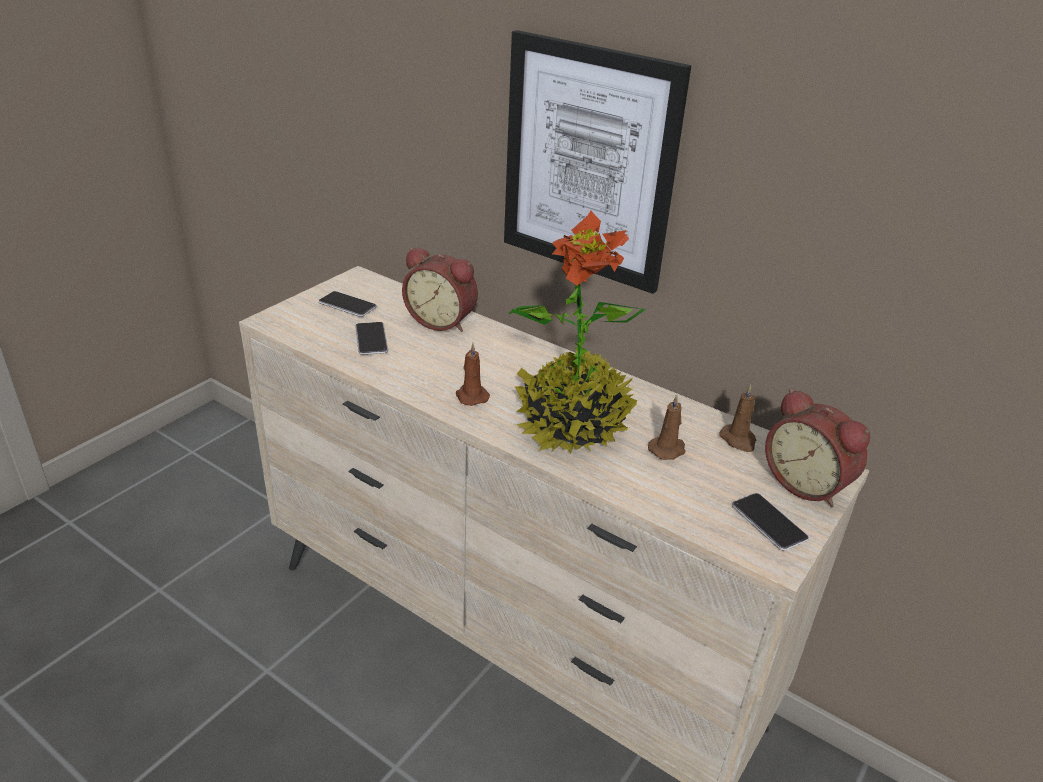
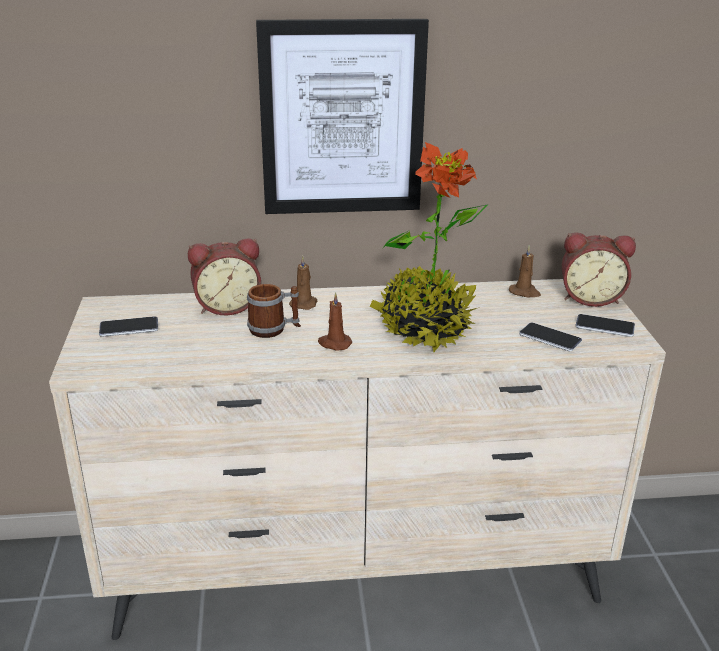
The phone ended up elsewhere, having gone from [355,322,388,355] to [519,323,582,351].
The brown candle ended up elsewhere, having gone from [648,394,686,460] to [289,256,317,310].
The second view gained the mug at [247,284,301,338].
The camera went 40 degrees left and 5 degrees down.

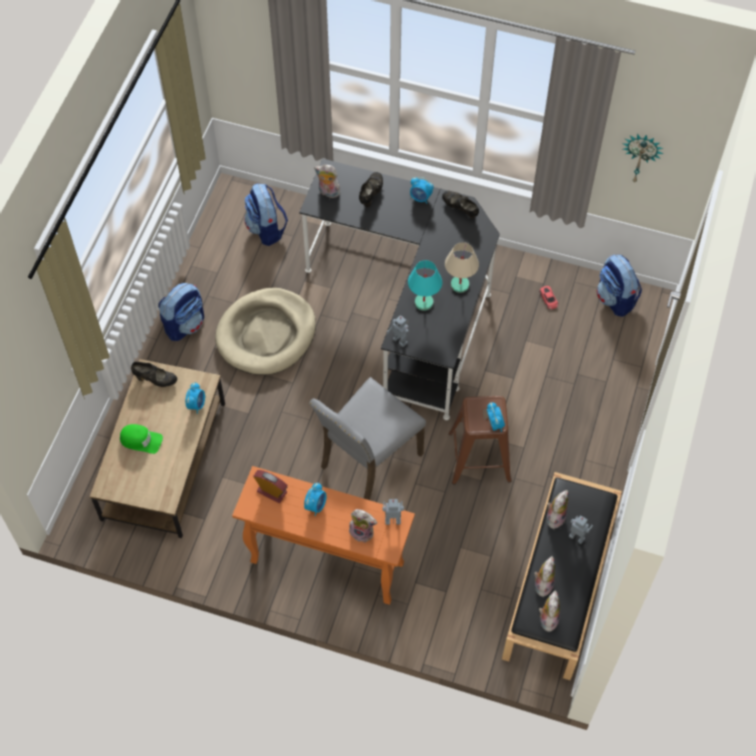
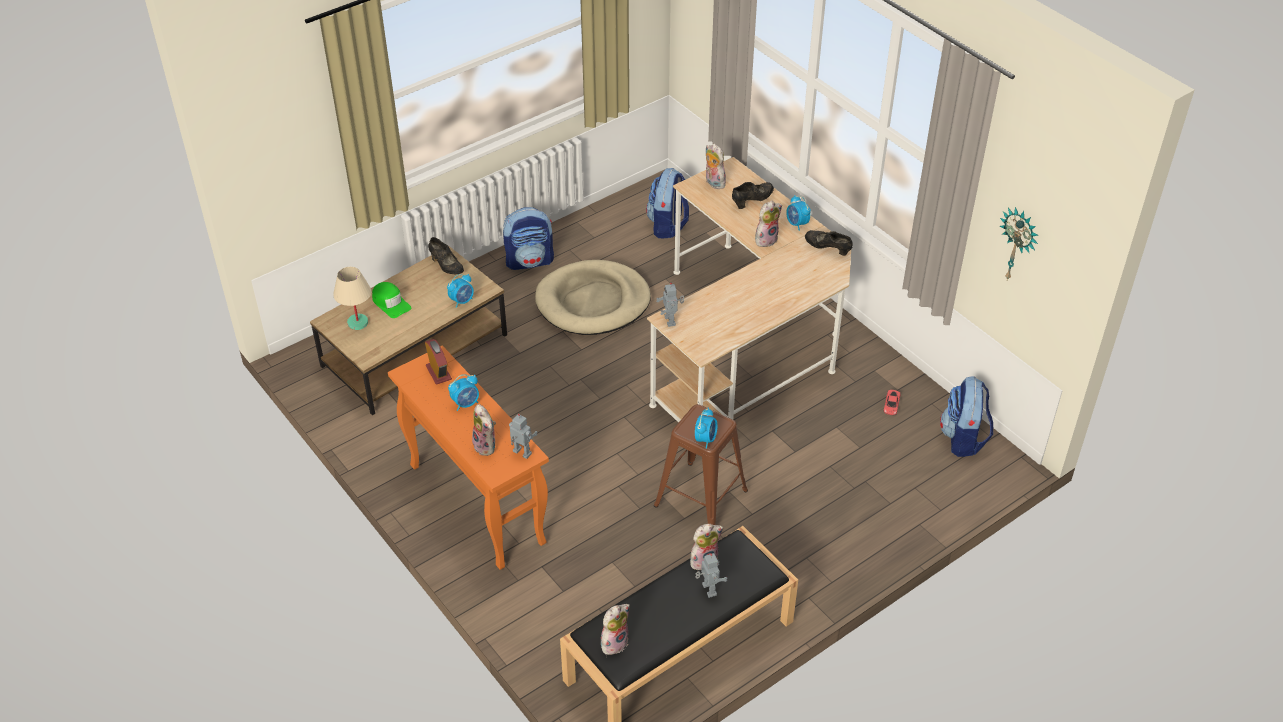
What was the black desk at [299,158,500,420] turned into the beige desk at [647,157,851,423].
The black shoe at [442,191,479,218] ended up facing another way, 45 degrees counterclockwise from before.
The beige table lamp ended up elsewhere, having gone from [445,242,479,293] to [333,267,371,330].
The second view lost the turquoise table lamp at [408,260,442,311].
The second view lost the grey chair at [309,377,426,500].
The plush toy ended up elsewhere, having gone from [534,556,555,597] to [755,201,782,247].
The camera went 35 degrees right and 15 degrees down.

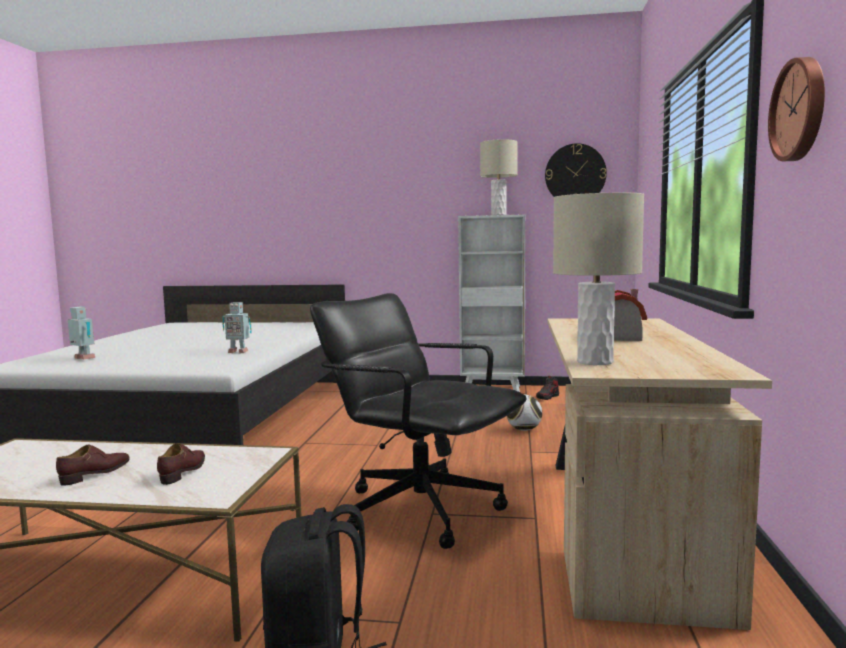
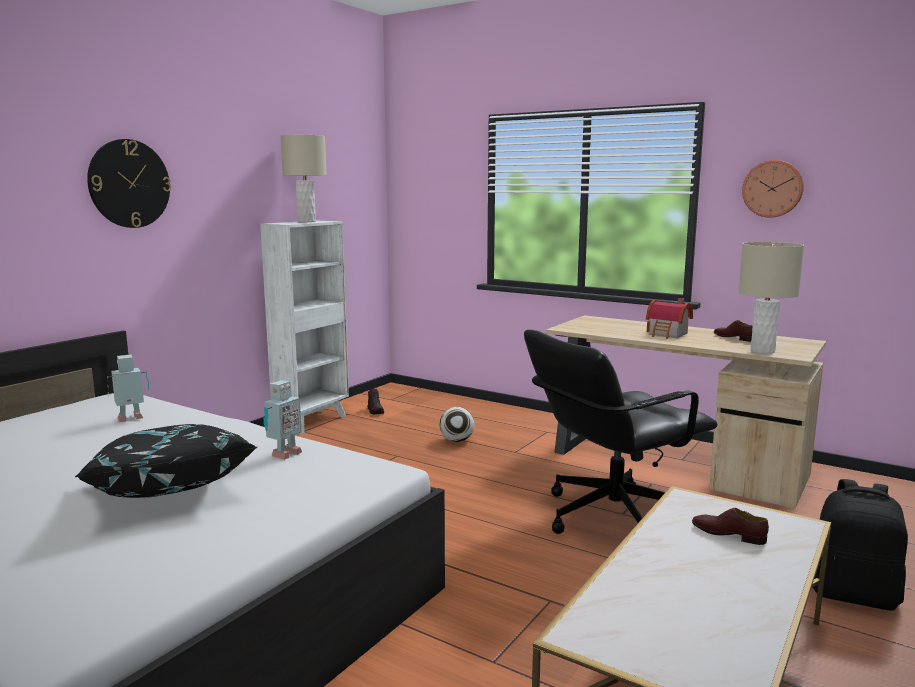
The wall clock ended up elsewhere, having gone from [545,143,607,197] to [87,139,171,228].
The toy robot ended up elsewhere, having gone from [68,306,95,359] to [107,355,149,422].
The brown shoe ended up elsewhere, having gone from [56,445,130,486] to [714,320,753,342].
The second view gained the black pillow at [75,424,257,498].
The camera went 65 degrees left and 5 degrees up.

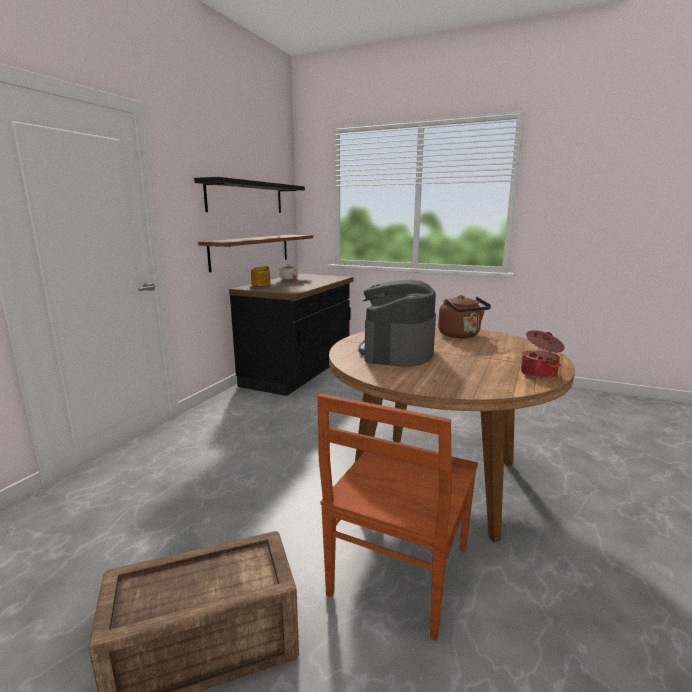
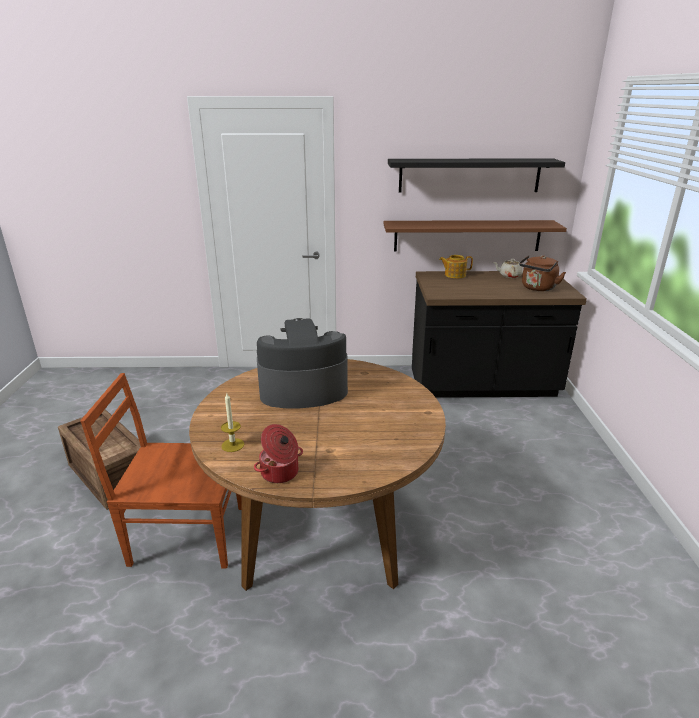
The brown kettle ended up elsewhere, having gone from [438,295,491,338] to [519,255,566,291].
The second view gained the candle at [221,393,244,452].
The camera went 65 degrees right and 10 degrees up.

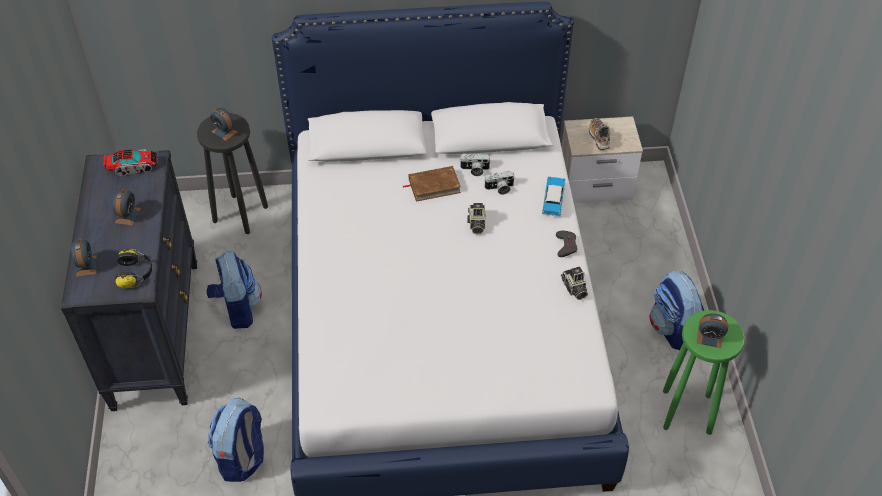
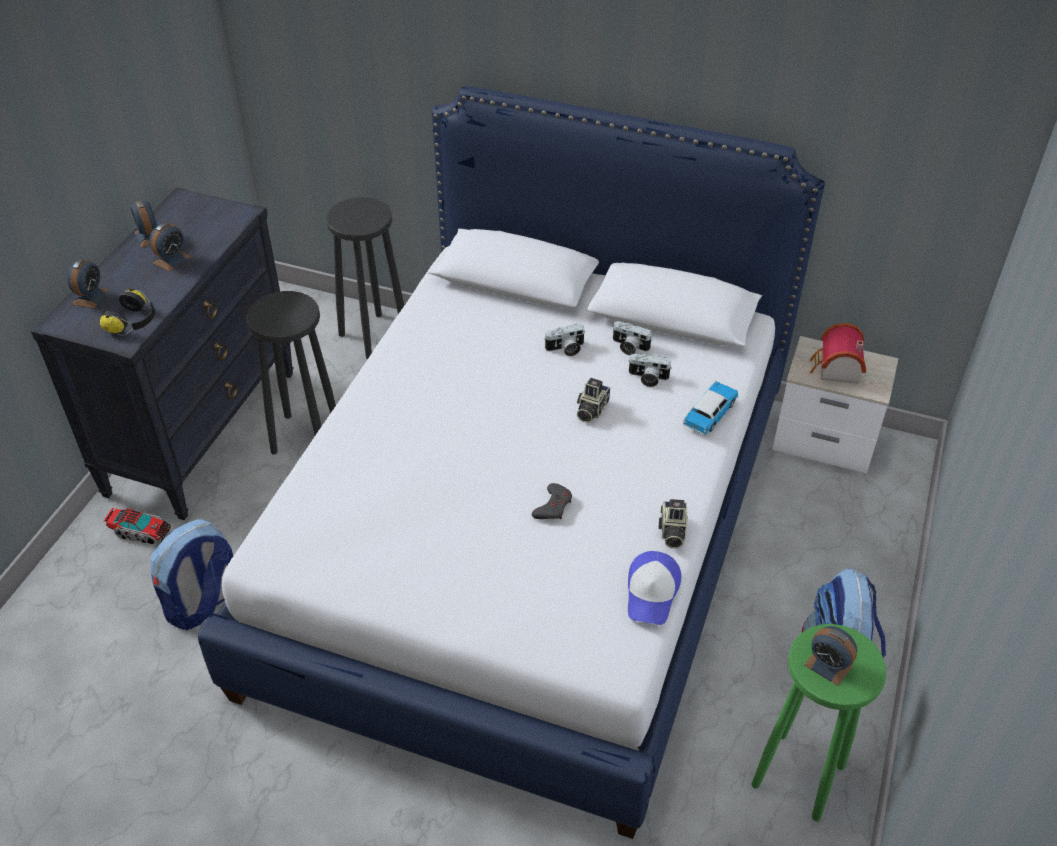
The alarm clock ended up elsewhere, having gone from [210,108,237,141] to [131,199,157,248].
Where the shoe stood at [589,118,610,151], the toy house came to stand at [810,323,866,384].
The toy truck ended up elsewhere, having gone from [103,148,158,176] to [104,508,171,544].
Where the brown book stood at [403,166,461,202], the photo camera came to stand at [545,324,585,356].
The grey game controller ended up elsewhere, having gone from [556,231,578,257] to [532,483,572,519].
Where the backpack stood at [206,251,262,329], the black stool came to stand at [246,291,336,454].
The second view gained the cap at [628,551,681,625].
The camera went 25 degrees right and 5 degrees down.

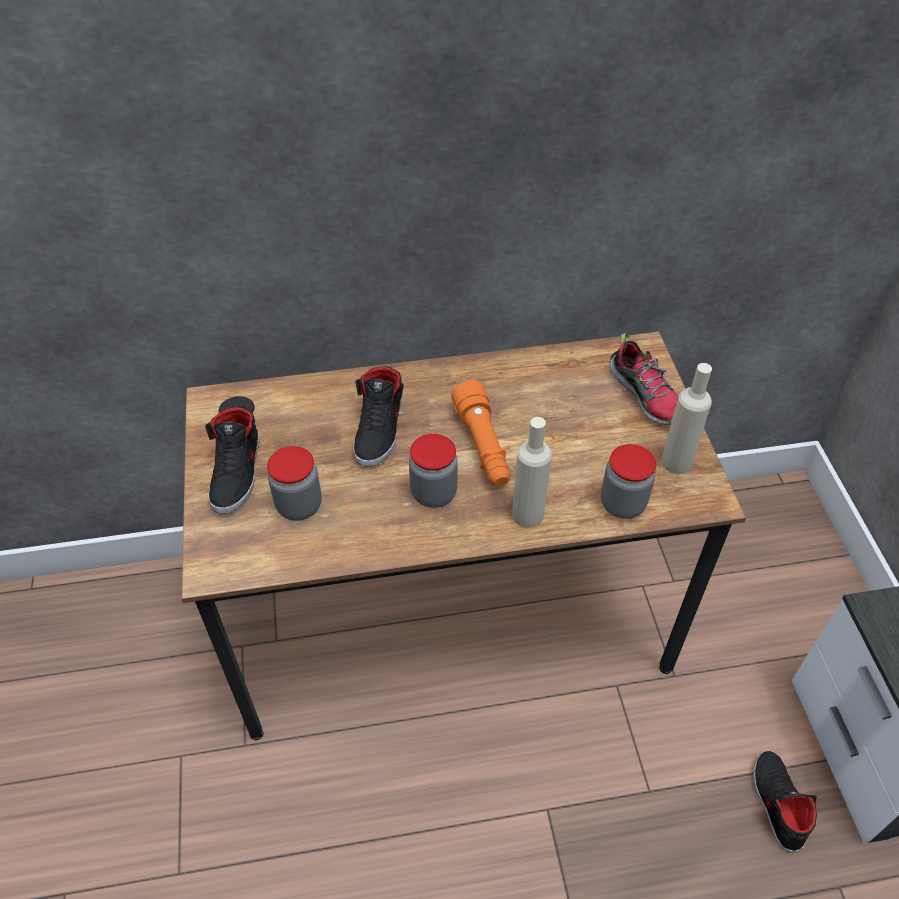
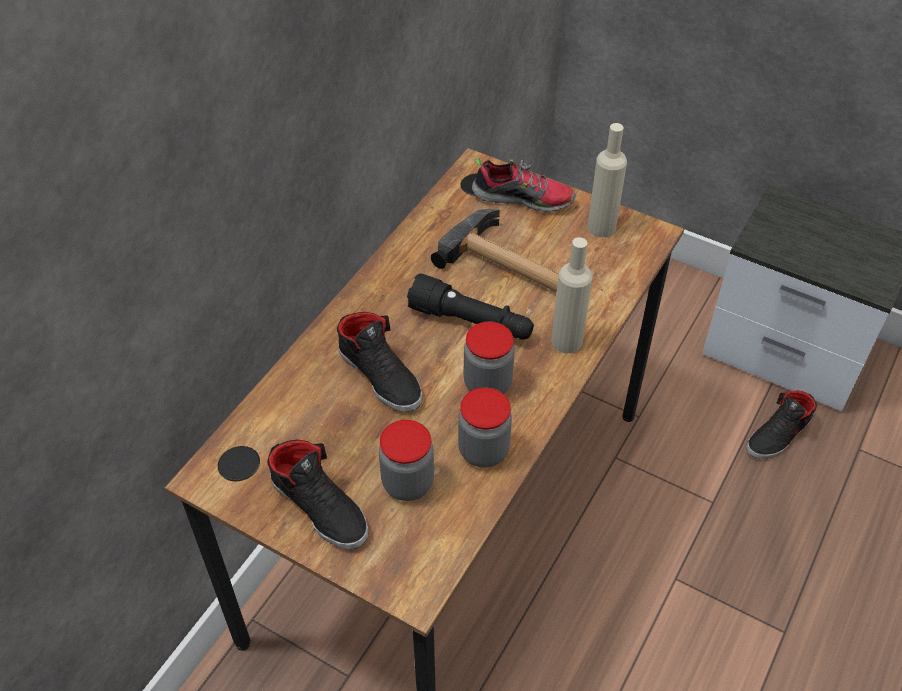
What was the orange flashlight at [451,380,510,487] turned into the black flashlight at [407,274,534,340].
The jar ended up elsewhere, having gone from [601,444,656,519] to [458,388,512,467].
The black shoe at [753,751,817,853] ended up facing another way, 75 degrees counterclockwise from before.
The second view gained the hammer at [431,209,559,292].
The camera went 50 degrees left and 0 degrees up.

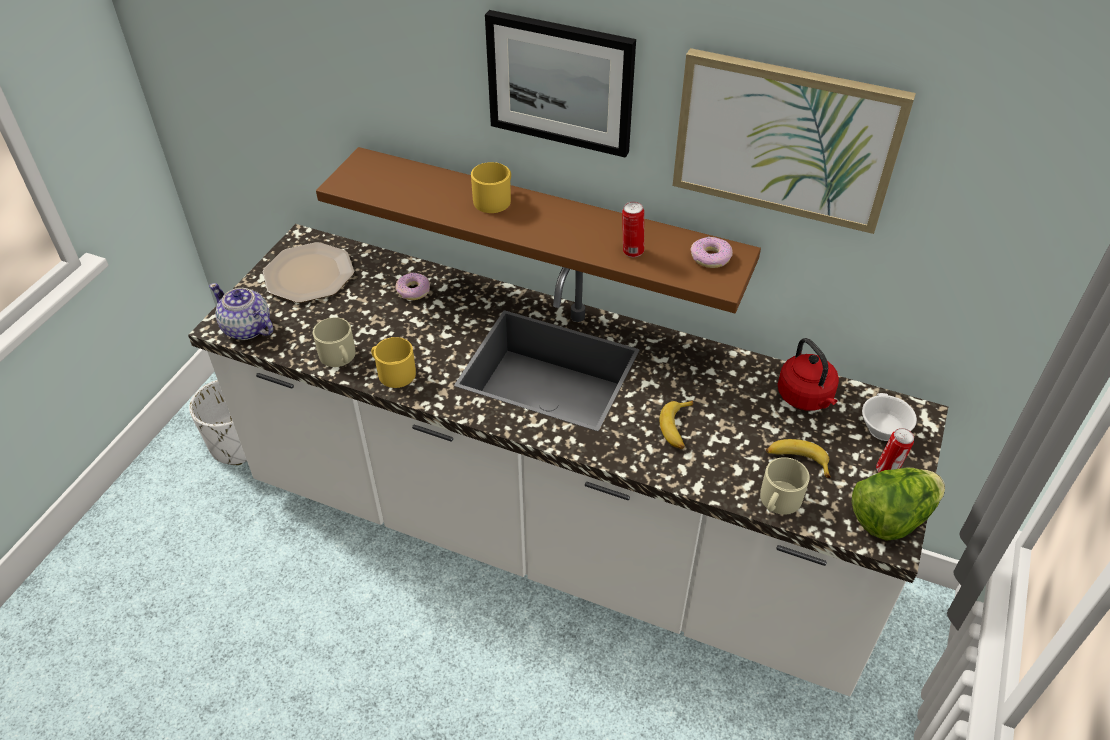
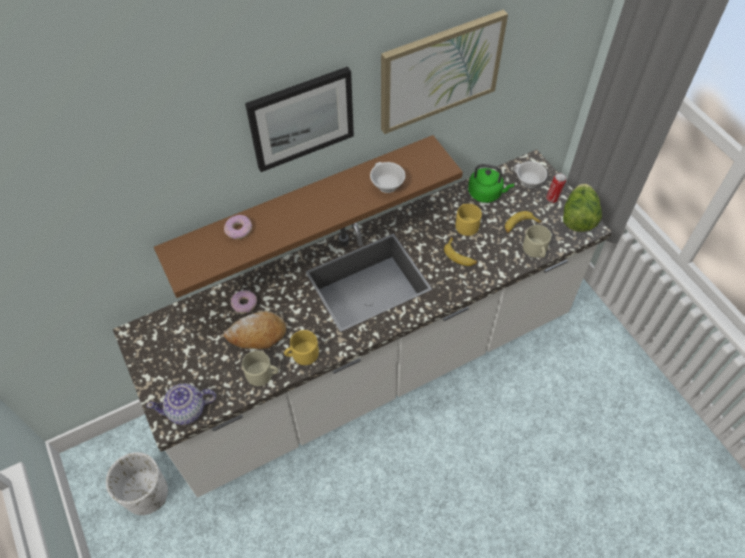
The yellow mug ended up elsewhere, having gone from [471,162,511,213] to [456,204,482,236].
Where the can stood at [622,202,644,257], the white cup came to stand at [370,162,405,193].
The donut ended up elsewhere, having gone from [691,237,733,268] to [224,215,252,239].
The second view lost the plate at [263,242,354,303].
What was the red kettle at [777,338,839,411] turned into the green kettle at [468,164,514,203].
The second view gained the bread at [224,311,286,349].
The camera went 50 degrees left and 10 degrees up.

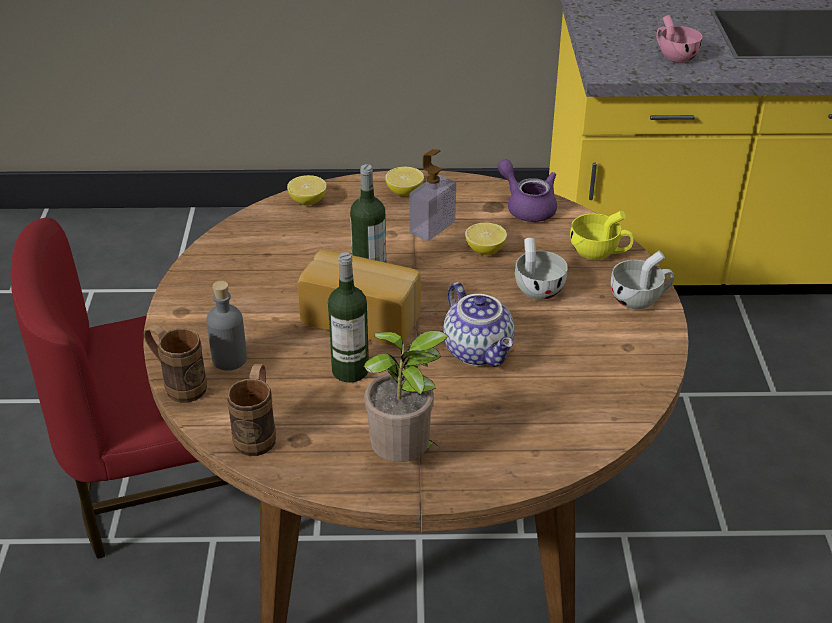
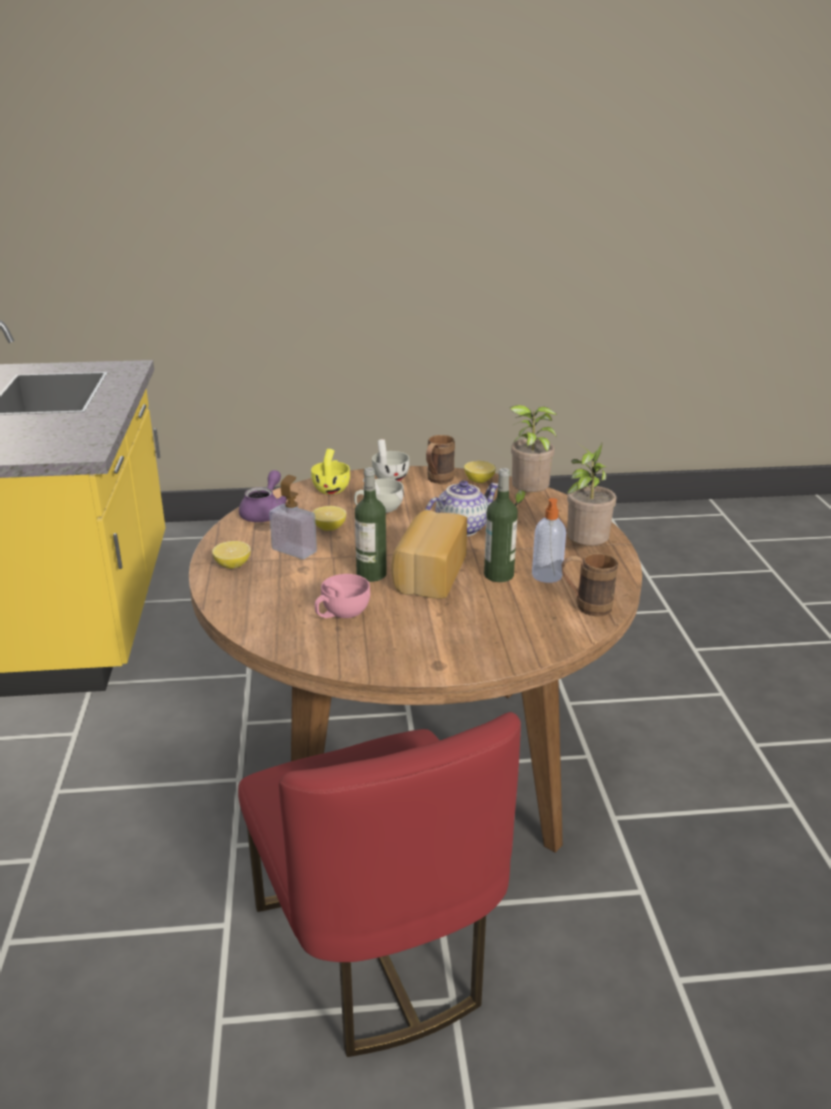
The pink cup ended up elsewhere, having gone from [656,15,702,63] to [315,574,370,618].
The purple teapot at [498,159,557,222] ended up facing another way, 150 degrees clockwise from before.
The lemon ended up elsewhere, having gone from [287,175,327,205] to [464,461,496,483].
The second view lost the grey bottle at [206,281,247,370].
The brown mug ended up elsewhere, having gone from [143,324,207,403] to [426,435,455,483].
The second view gained the potted plant at [510,405,557,506].
The second view gained the soap dispenser at [532,498,566,583].
The camera went 95 degrees left and 10 degrees down.

